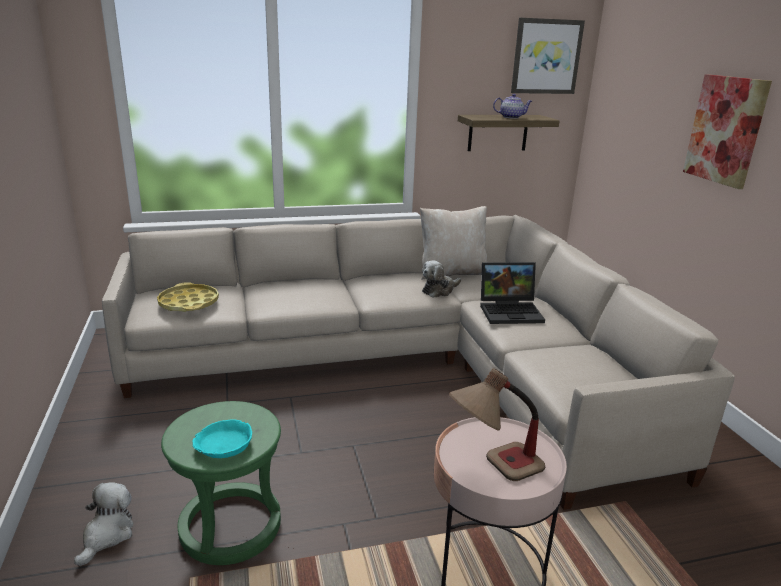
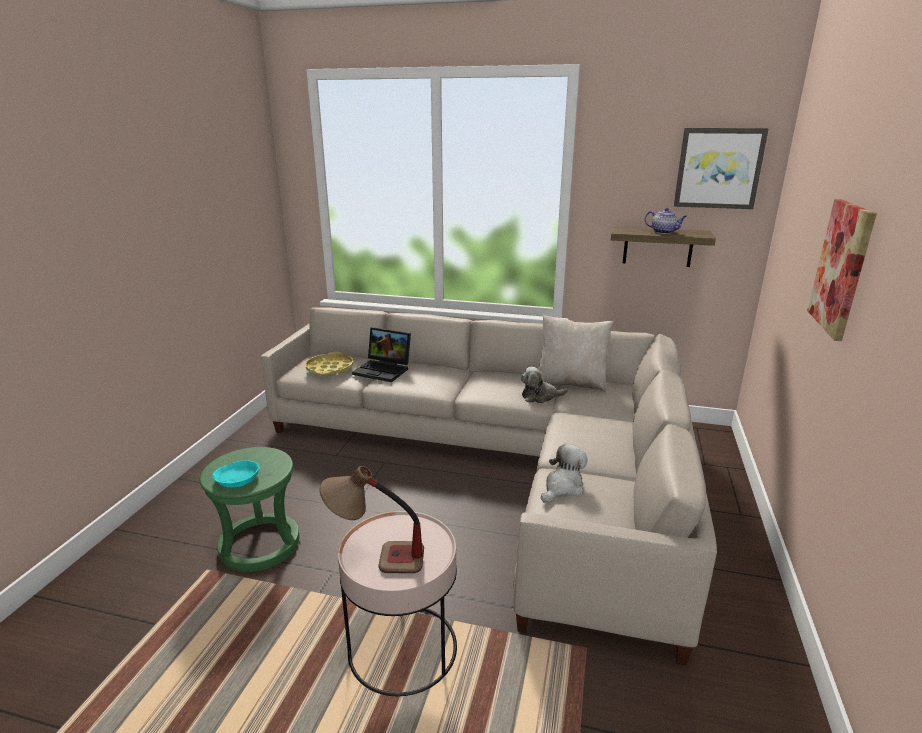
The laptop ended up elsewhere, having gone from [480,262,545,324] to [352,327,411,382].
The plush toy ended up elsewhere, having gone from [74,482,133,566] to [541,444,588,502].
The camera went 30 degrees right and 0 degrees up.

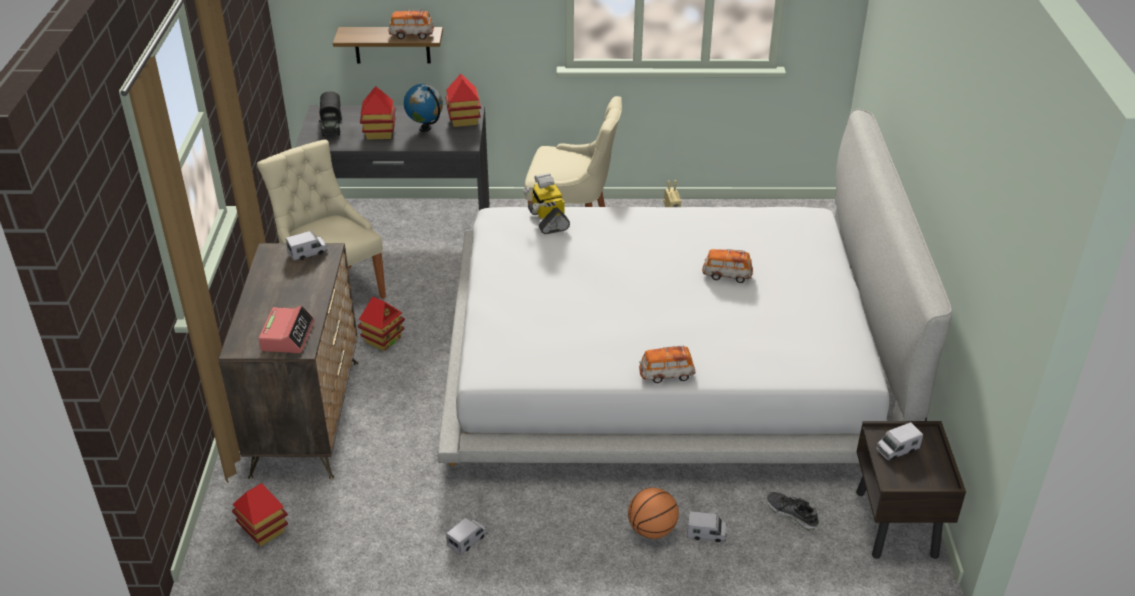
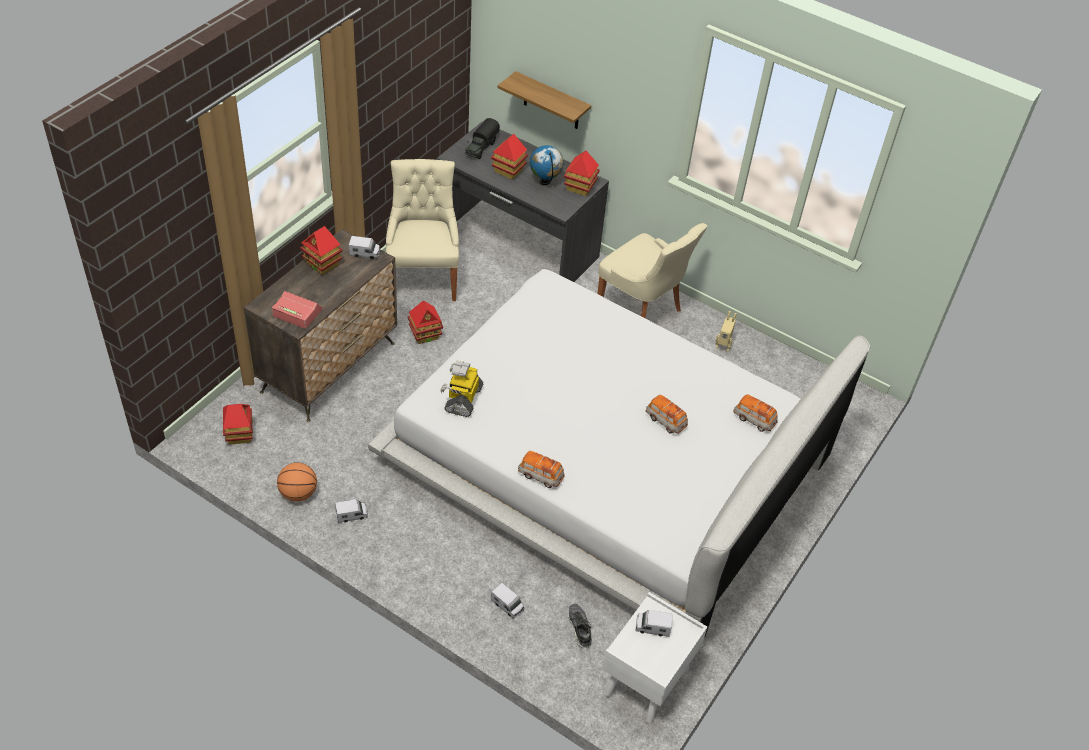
The toy car ended up elsewhere, having gone from [388,10,434,40] to [733,394,778,432].
The toy robot ended up elsewhere, having gone from [523,173,570,234] to [440,360,484,417].
The alarm clock at [258,306,315,353] ended up facing another way, 105 degrees counterclockwise from before.
What was the brown nightstand at [856,421,966,559] turned into the white nightstand at [602,592,707,724].
The basketball ended up elsewhere, having gone from [628,488,679,539] to [277,463,317,502].
The second view gained the toy house at [300,226,343,275].
The camera went 30 degrees right and 10 degrees up.

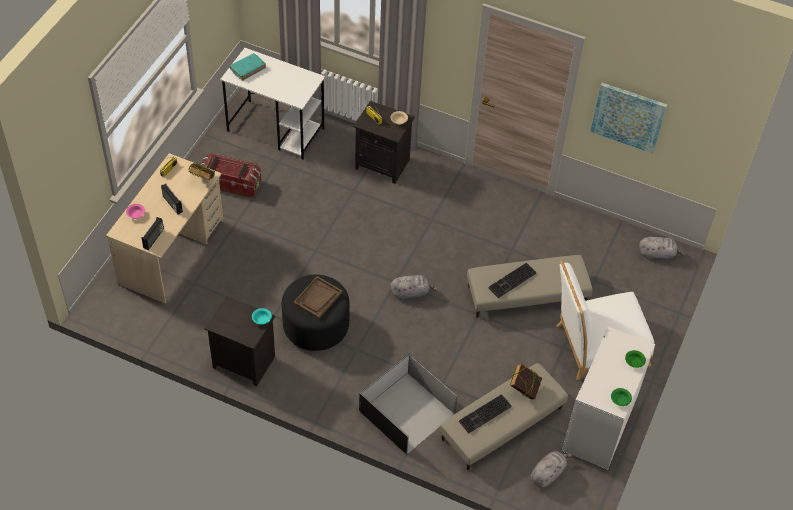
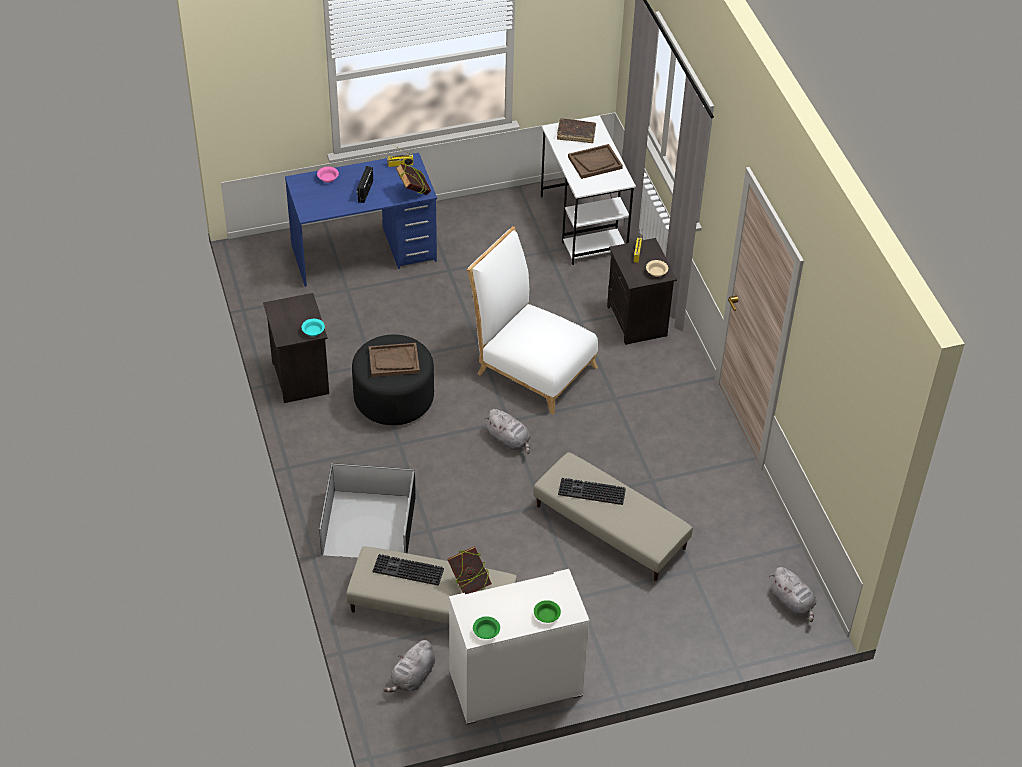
What was the turquoise book at [230,53,266,81] turned into the brown book at [557,118,596,143].
The second view lost the picture at [590,83,667,153].
What was the beige desk at [106,153,223,304] turned into the blue desk at [285,153,437,287].
The second view lost the storage box at [201,153,261,198].
The second view lost the radio at [142,217,164,250].
The white chair ended up elsewhere, having gone from [557,260,654,380] to [467,226,598,415].
The grey plush toy at [531,451,573,488] ended up facing another way, 120 degrees clockwise from before.
The second view gained the brown tray at [568,144,623,179].
The camera went 50 degrees right and 5 degrees down.

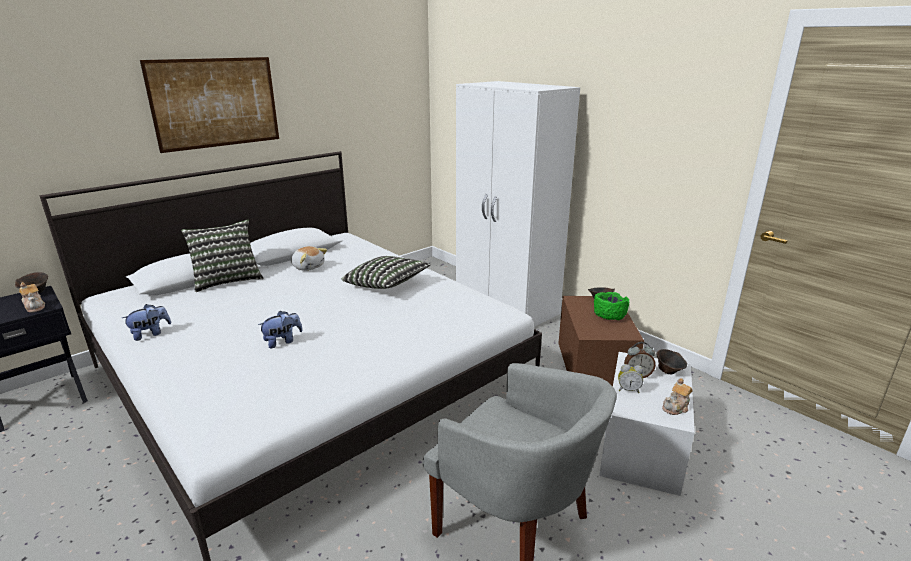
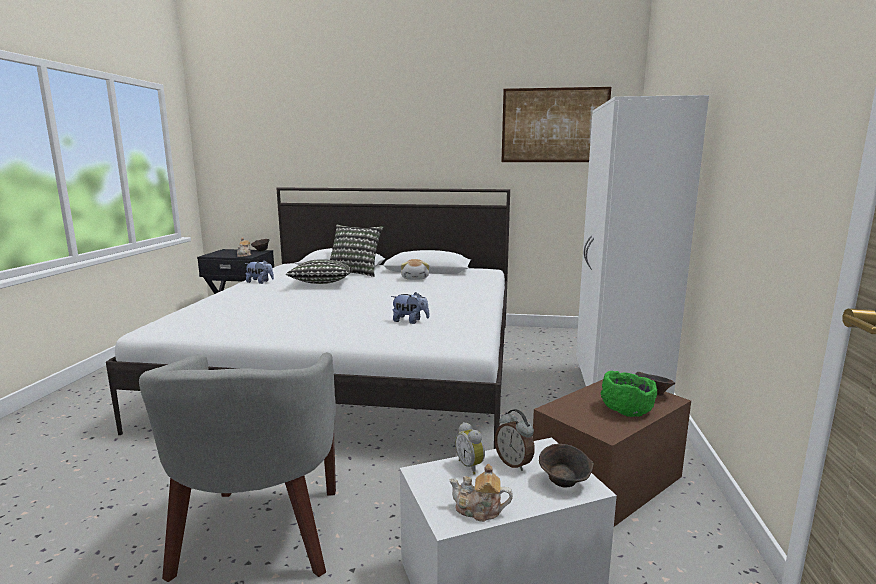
The picture ended up elsewhere, having gone from [140,57,279,153] to [501,87,611,162].
The pillow ended up elsewhere, having gone from [342,256,431,289] to [286,259,353,284].
The plush toy ended up elsewhere, having gone from [258,311,303,348] to [391,292,429,324].
The camera went 50 degrees right and 10 degrees down.

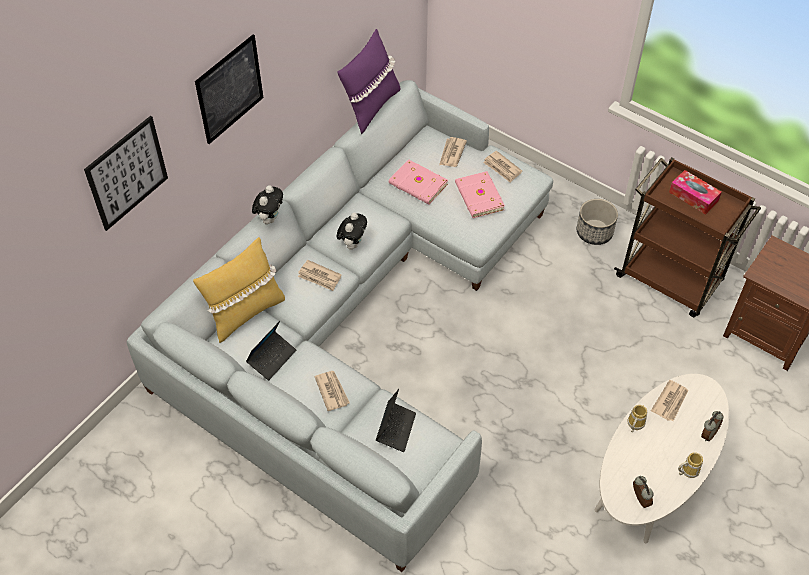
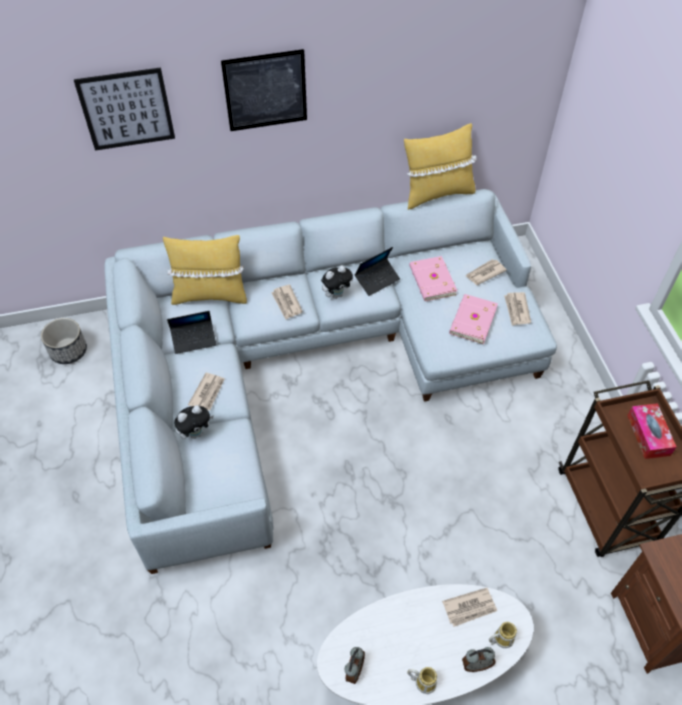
What was the purple pillow at [338,29,401,134] turned into the yellow pillow at [404,123,477,210].
The plush toy ended up elsewhere, having gone from [252,185,283,224] to [174,405,214,439].
The planter ended up elsewhere, having gone from [577,199,618,245] to [41,318,87,364].
The laptop ended up elsewhere, having gone from [376,389,416,452] to [354,247,400,296].
The mug ended up elsewhere, having gone from [627,405,647,432] to [489,622,517,648].
The camera went 40 degrees right and 0 degrees up.

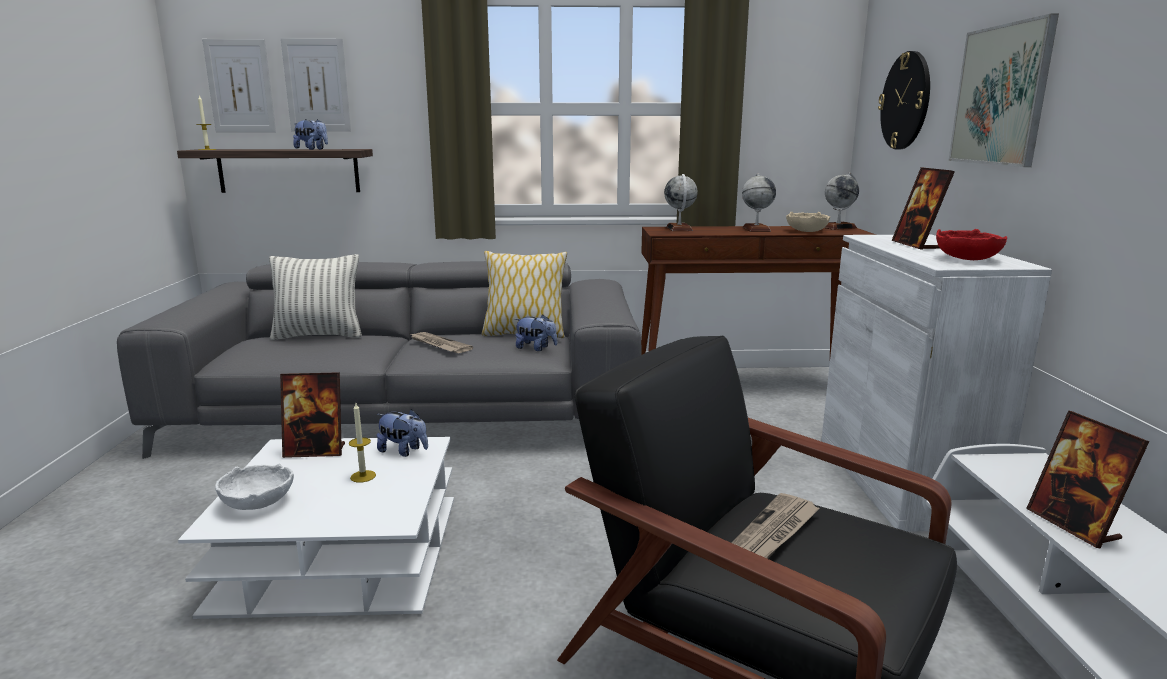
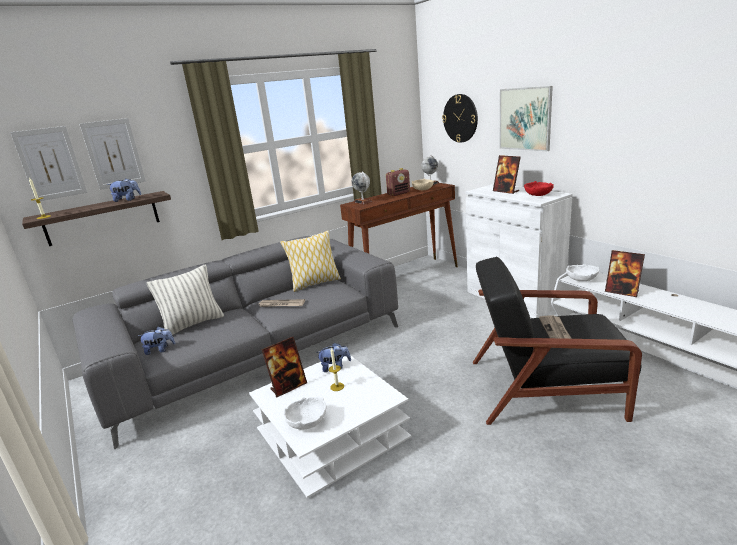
Where the globe stood at [742,173,776,232], the radio came to stand at [386,168,410,196].
The plush toy ended up elsewhere, having gone from [515,315,557,351] to [138,327,175,355].
The second view gained the white bowl at [566,264,599,281].
The camera went 30 degrees left and 5 degrees up.

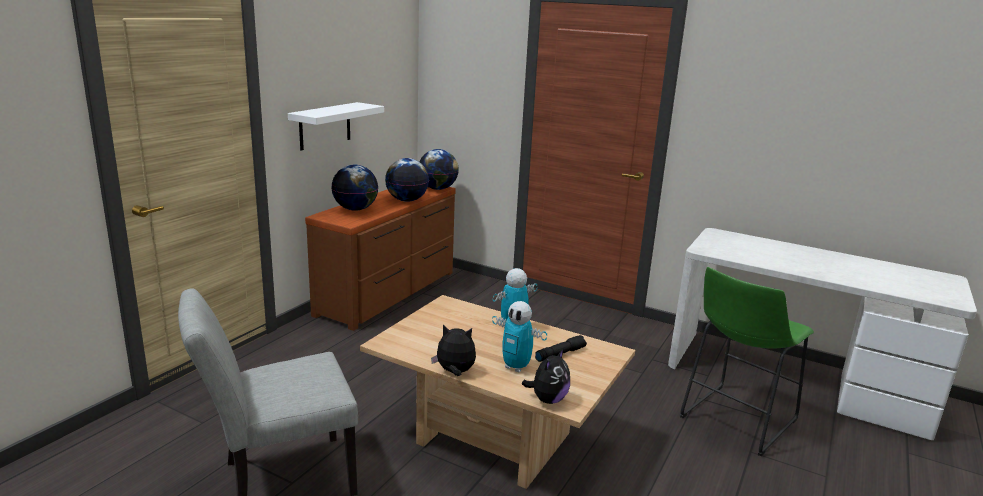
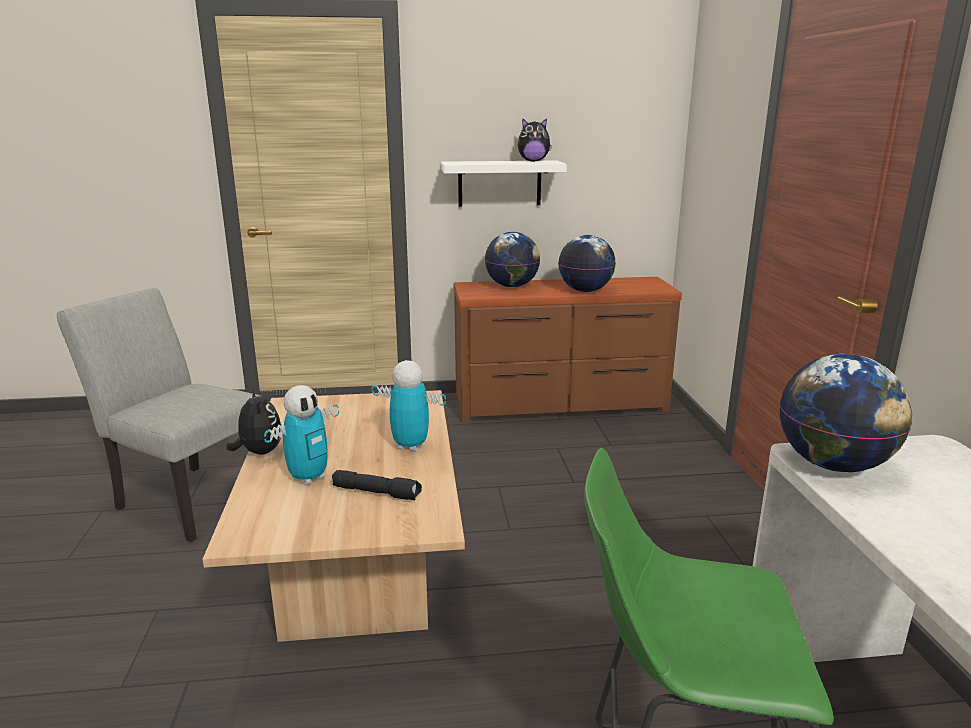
The globe ended up elsewhere, having gone from [419,149,459,190] to [780,354,912,472].
The toy robot at [492,301,547,372] ended up facing another way, 135 degrees counterclockwise from before.
The plush toy ended up elsewhere, having gone from [522,349,570,404] to [518,118,552,162].
The camera went 55 degrees right and 0 degrees up.

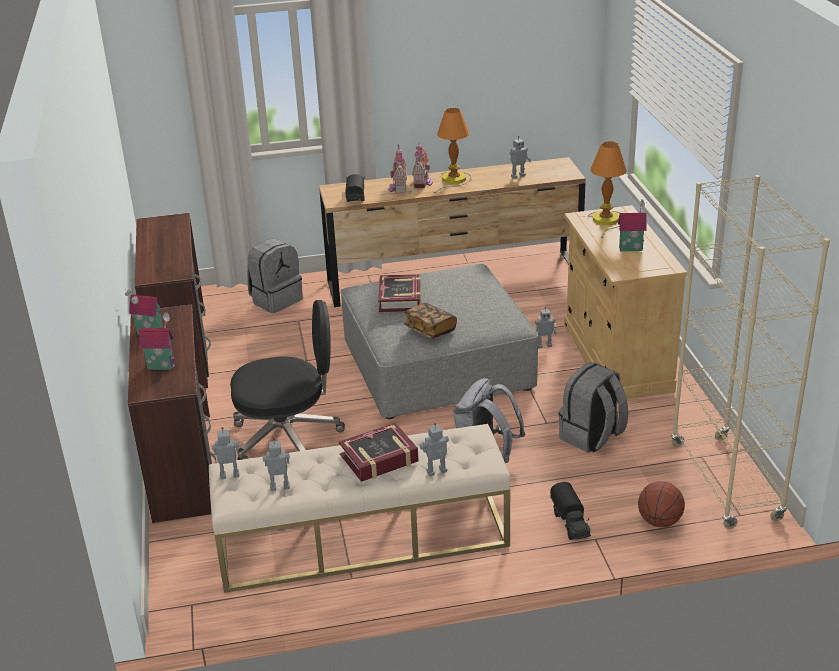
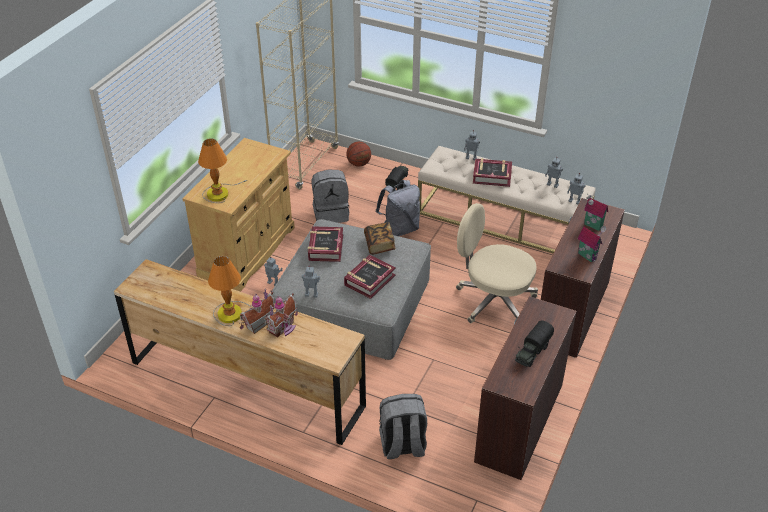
The toy robot ended up elsewhere, having gone from [510,136,531,179] to [301,266,320,298].
The toy truck ended up elsewhere, having gone from [345,174,365,202] to [515,321,554,367].
The second view lost the toy house at [618,199,647,251].
What was the black office chair at [230,300,345,460] turned into the beige office chair at [456,203,538,323].
The second view gained the book at [308,226,343,262].
The camera went 145 degrees left and 10 degrees up.

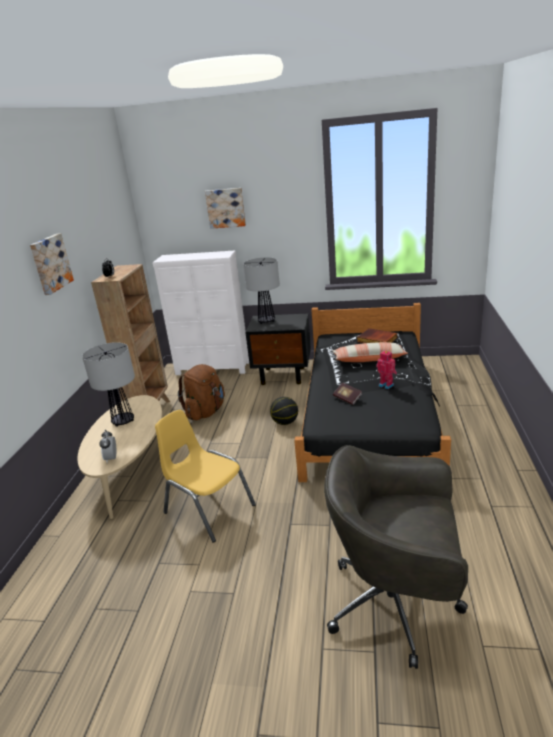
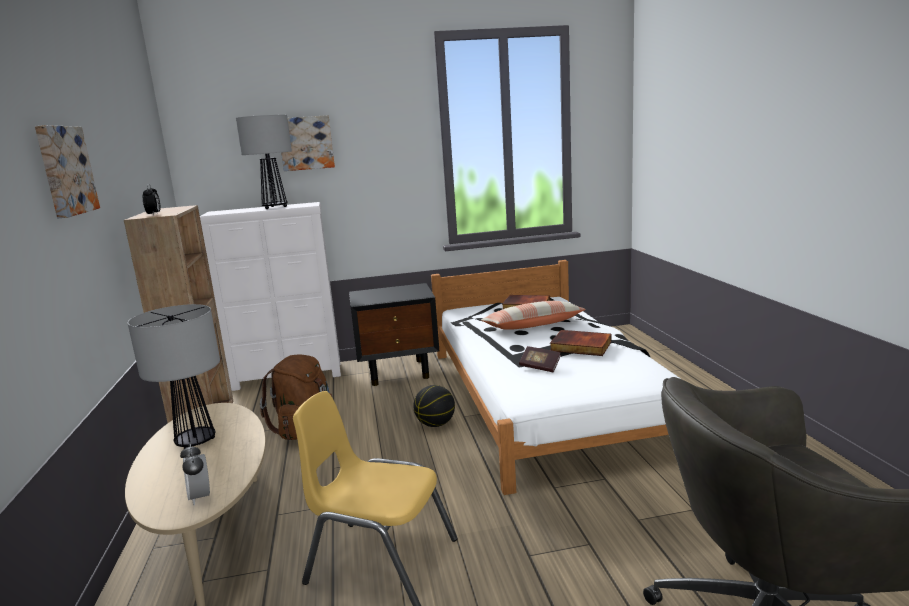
The table lamp ended up elsewhere, having gone from [243,257,280,324] to [236,115,292,209].
What was the black bed at [294,303,451,482] turned into the white bed at [431,260,681,495].
Where the toy robot stood at [376,351,397,389], the book came to stand at [550,330,611,356].
The camera went 20 degrees left and 10 degrees down.

